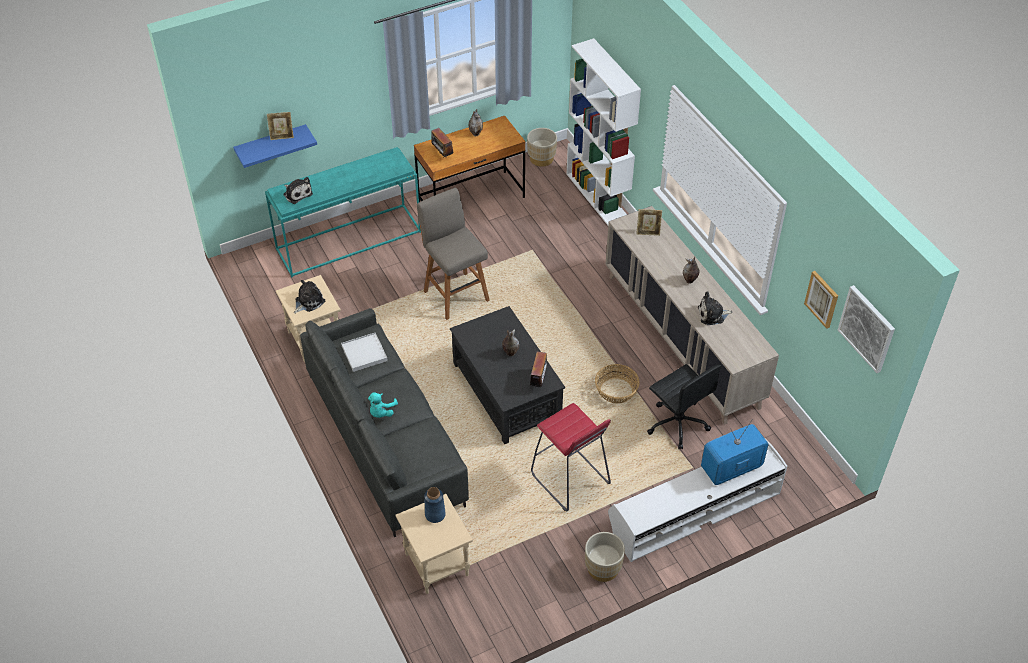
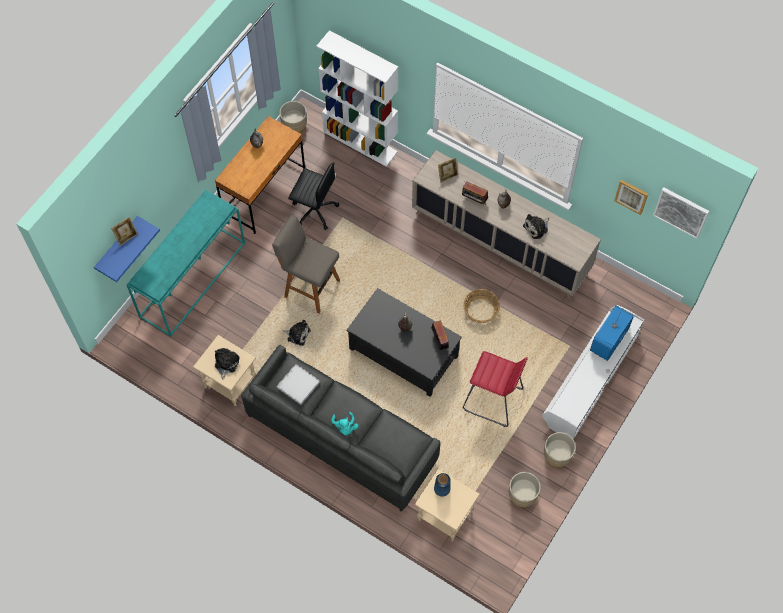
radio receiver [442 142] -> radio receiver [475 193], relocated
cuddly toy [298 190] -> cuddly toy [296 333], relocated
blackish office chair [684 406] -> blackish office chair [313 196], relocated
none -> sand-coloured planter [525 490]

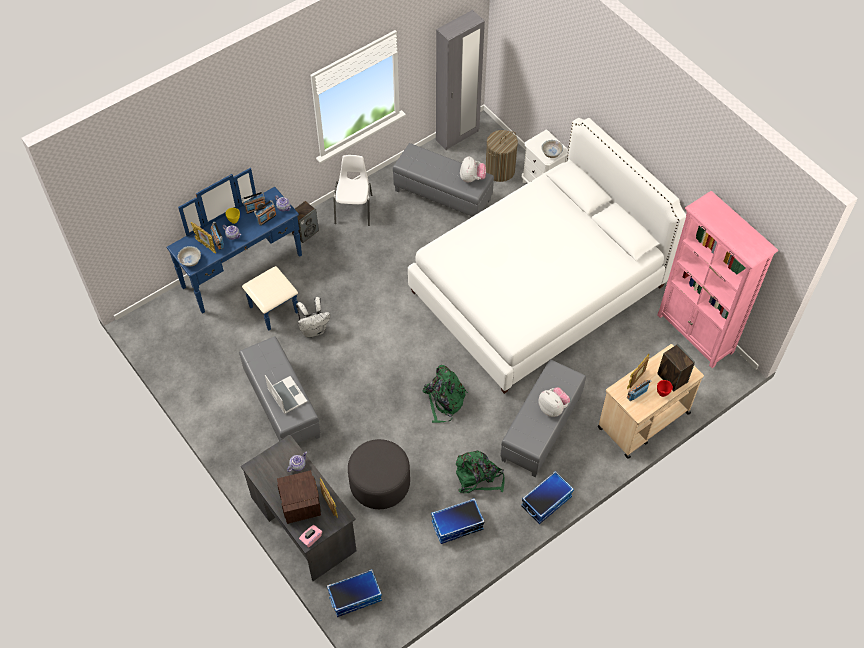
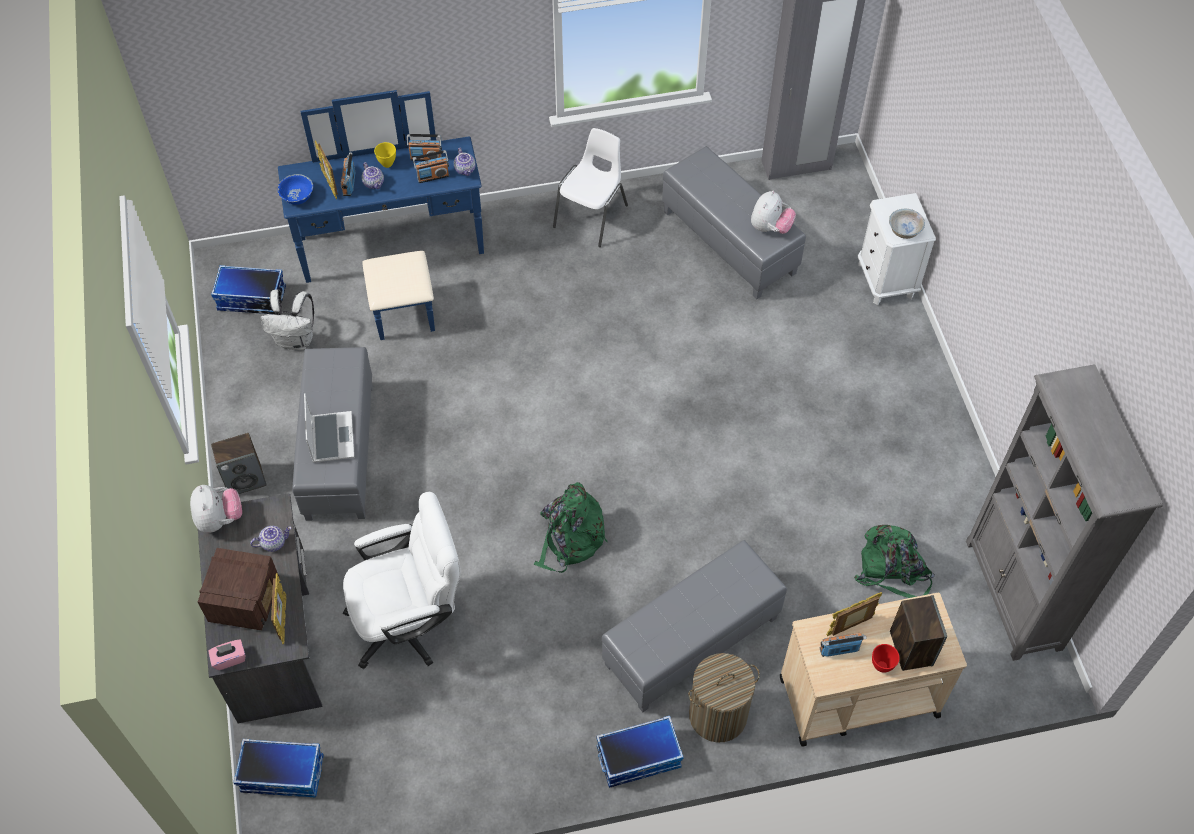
white-coloured bedroom bed [547 256] -> none
hamper [502 156] -> hamper [724 697], relocated
pink-coloured shelving unit [717 279] -> greyish shelving unit [1064 512]
audio speaker [305 222] -> audio speaker [239 463], relocated
white-coloured bowl [189 256] -> bluish bowl [295 189]
white-coloured knapsack [313 317] -> white-coloured knapsack [287 319], relocated
cuddly toy [554 402] -> cuddly toy [216 509], relocated
greyish pouffe [379 474] -> white-coloured office chair [402 580]
green-coloured knapsack [480 471] -> green-coloured knapsack [894 561], relocated
storage bin [458 521] -> storage bin [248 289], relocated

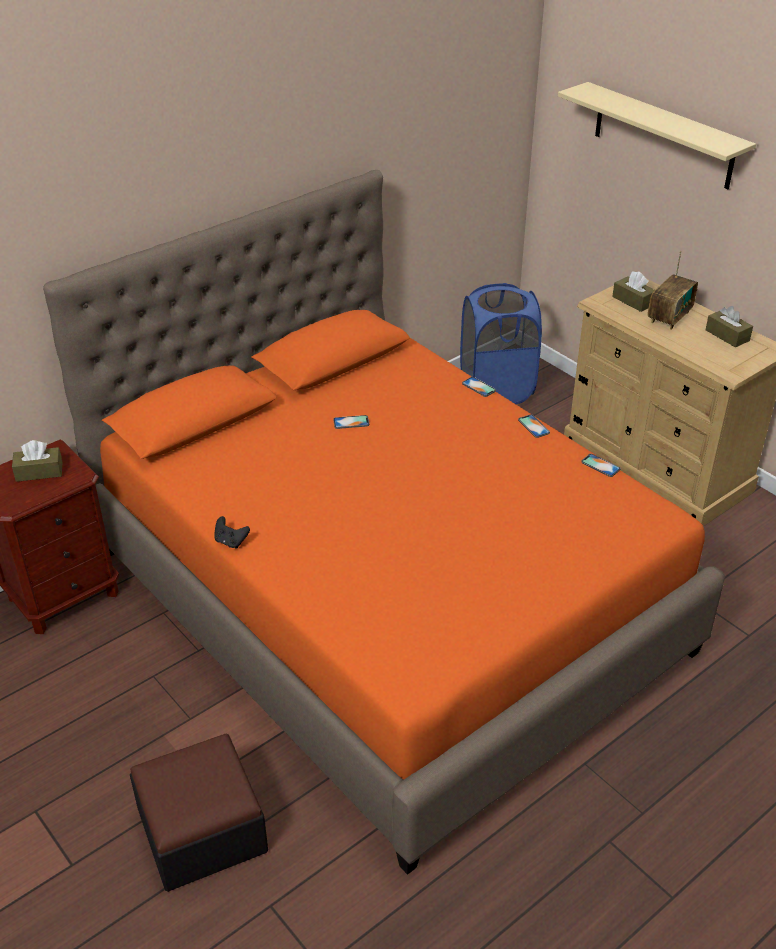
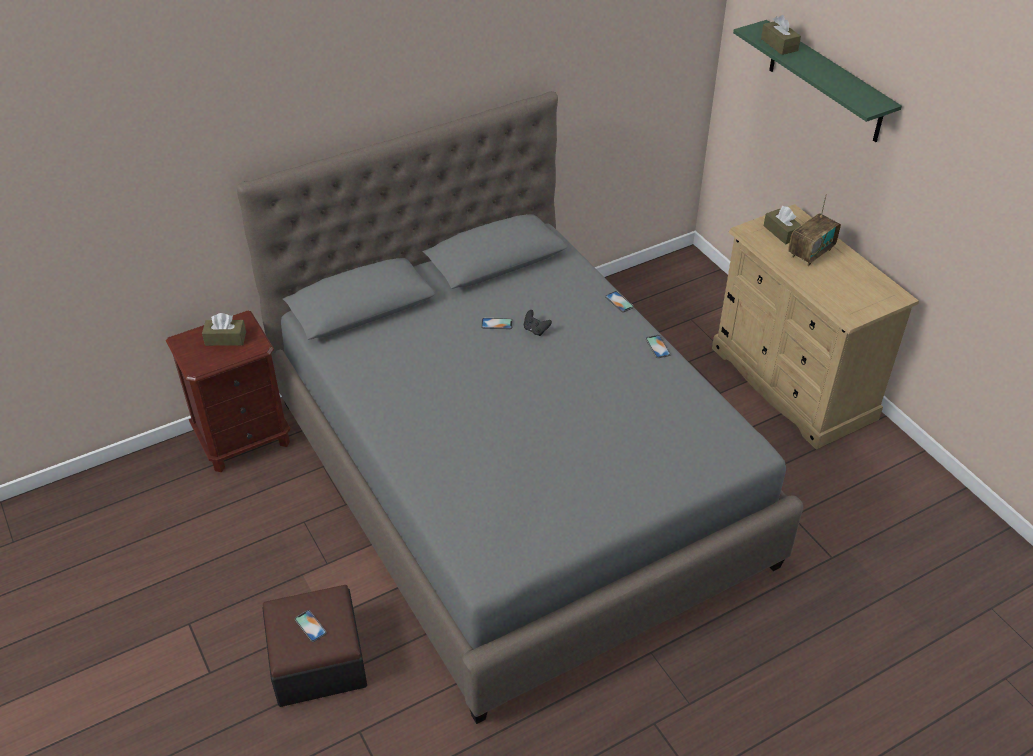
sand-coloured wall shelf [657 135] -> green-coloured wall shelf [817 81]
orange-coloured bedroom bed [384 522] -> greyish bedroom bed [519 407]
bluish hamper [501 343] -> none
brownish tissue holder [729 326] -> brownish tissue holder [781 35], relocated
telephone [601 465] -> telephone [311 626], relocated
blackish game controller [232 532] -> blackish game controller [538 323], relocated

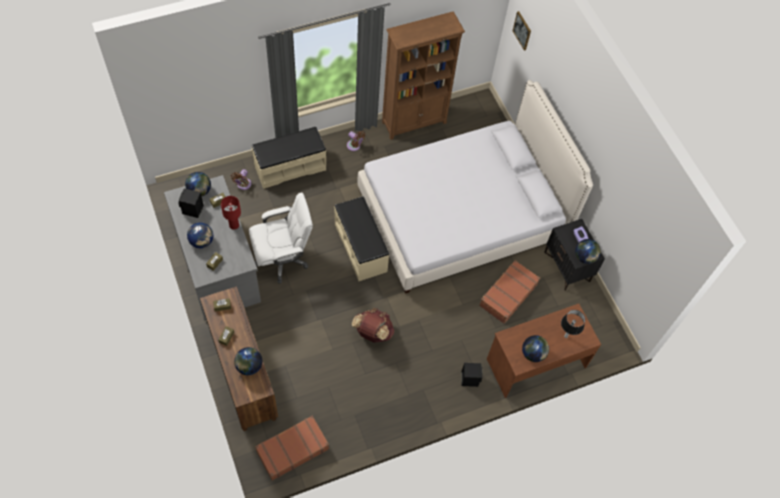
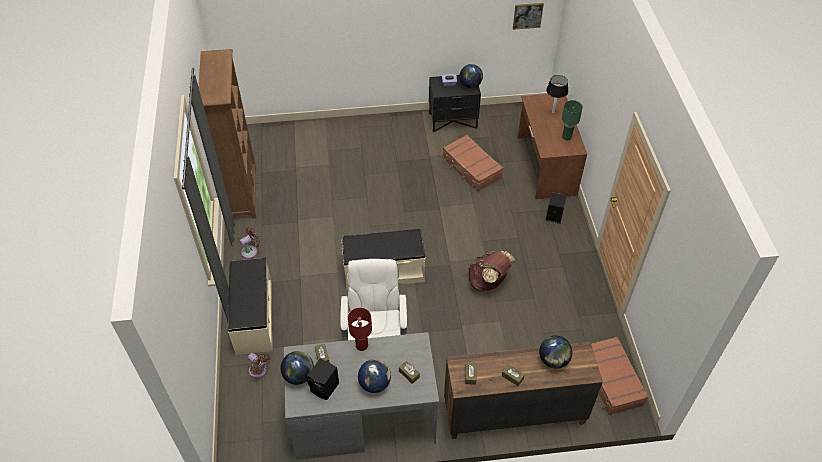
picture [522 30] -> picture [528 16], relocated
white-coloured bedroom bed [475 187] -> none
desk globe [535 348] -> green-coloured lamp for a table [572 120]

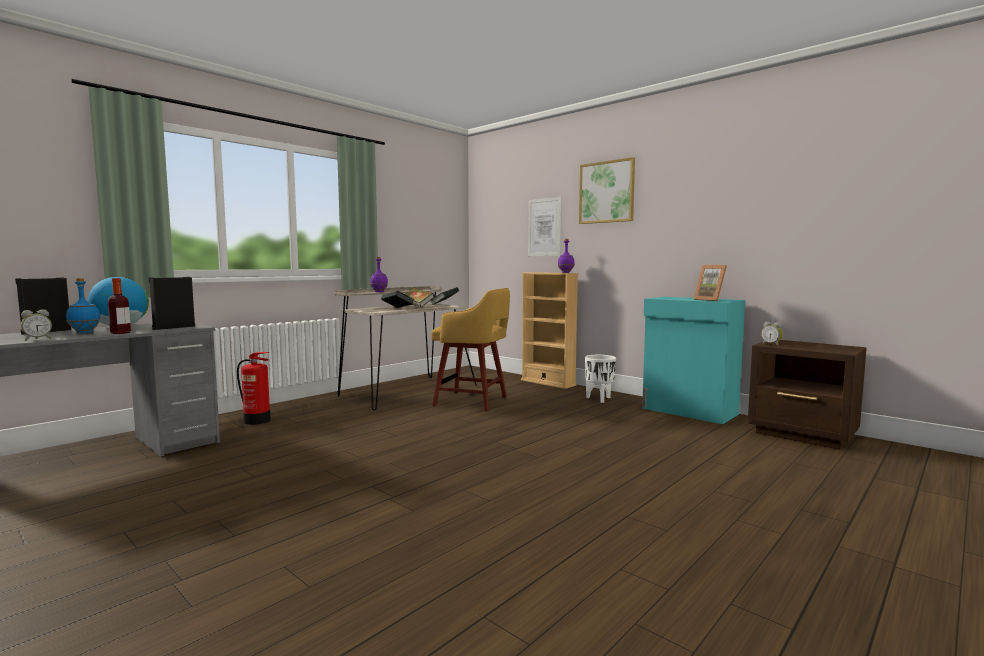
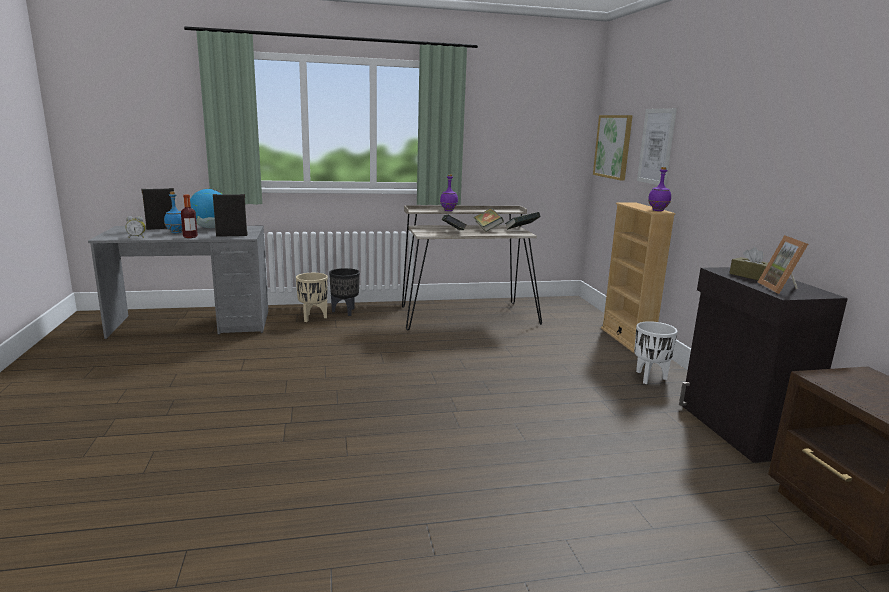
picture [607 190] -> picture [613 148], relocated
yellowish stool seat [470 349] -> none
turquoise-coloured storage cabinet [693 360] -> blackish storage cabinet [763 365]
table clock [772 334] -> none
extinguisher [254 388] -> sand-coloured planter [312 297]
none -> brownish tissue holder [748 263]
none -> blackish planter [344 292]

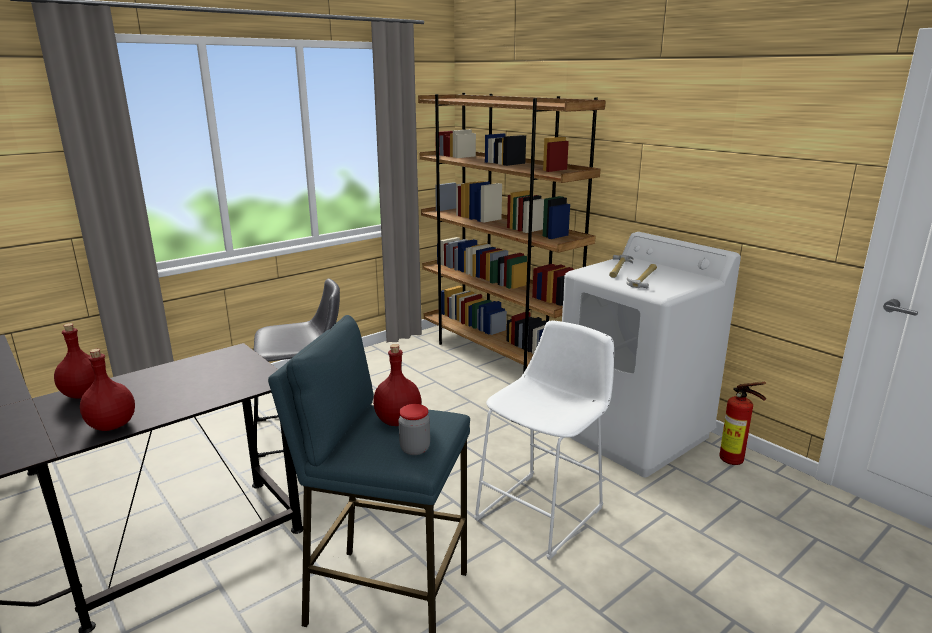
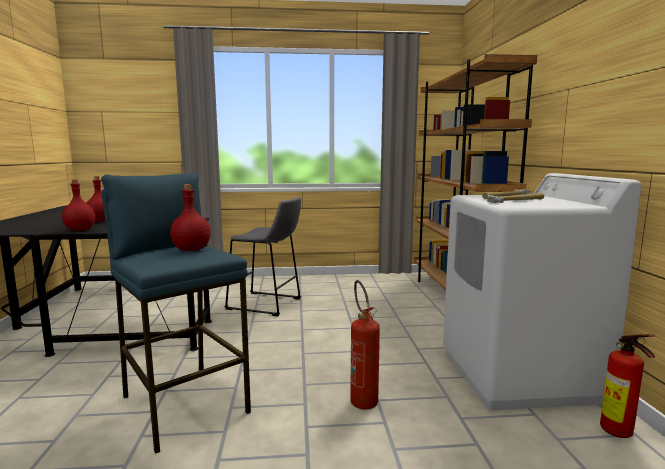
white-coloured stool seat [544 440] -> extinguisher [365 345]
preserve jar [414 429] -> none

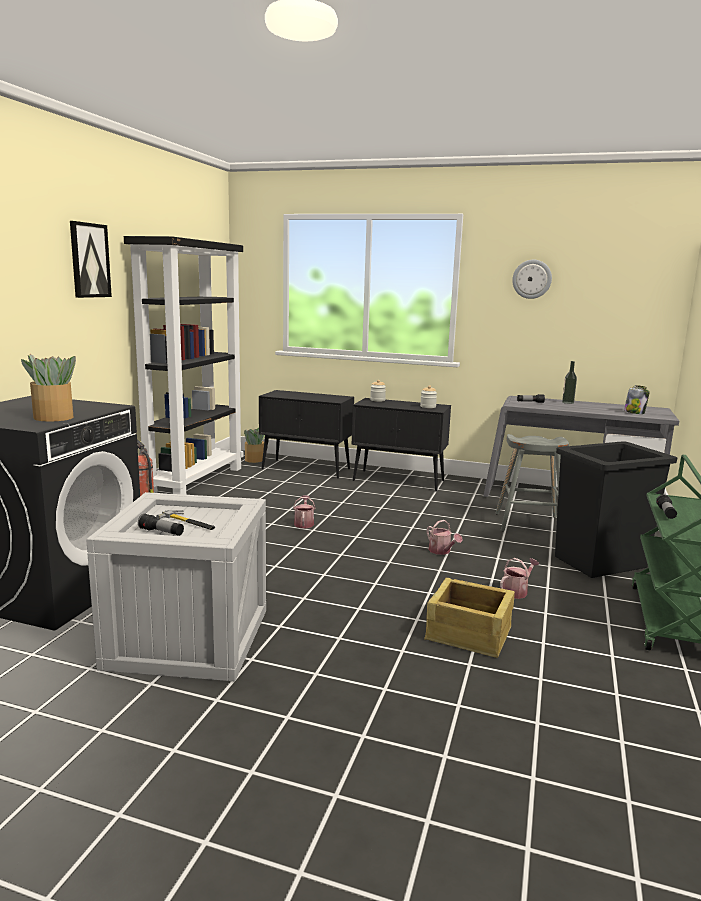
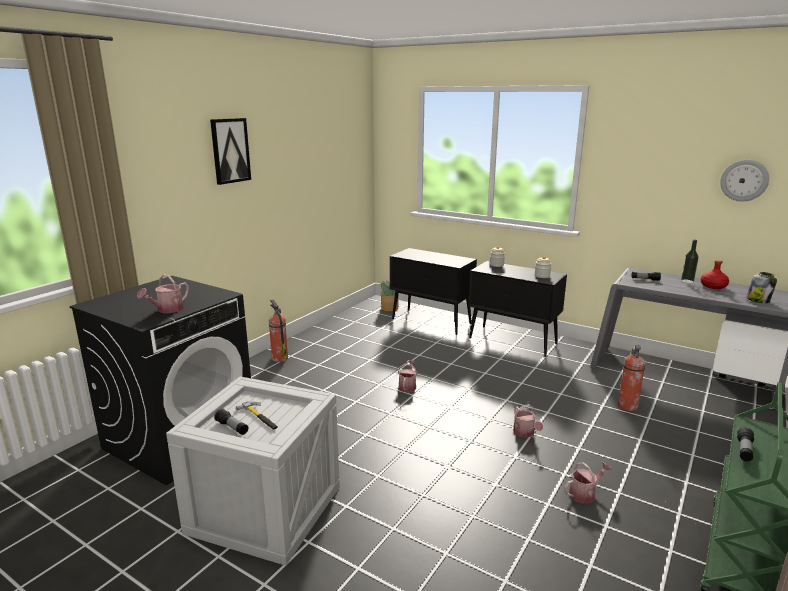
blackish shelving unit [184 365] -> none
hanging clock [532 279] -> hanging clock [744 181], relocated
houseplant [48 387] -> watering can [163 293]
greyish stool seat [532 482] -> extinguisher [632 377]
blackish waste bin [616 509] -> none
shipping crate [469 618] -> none
none -> red drink bottle [714 274]

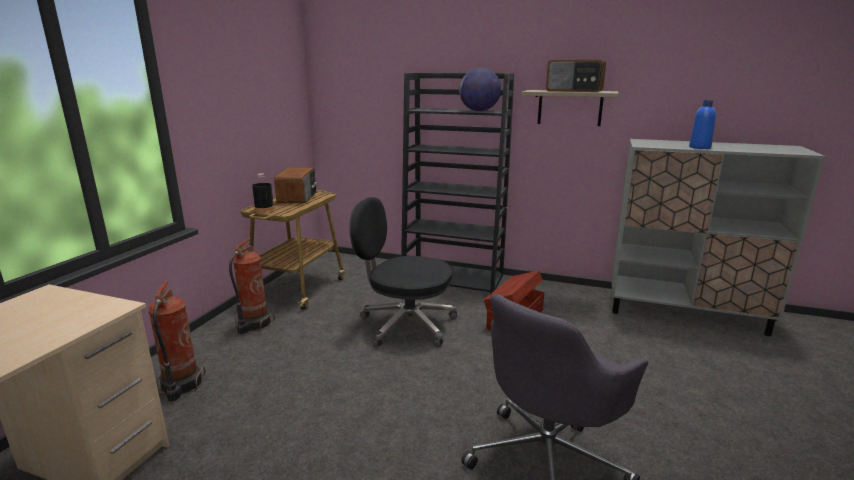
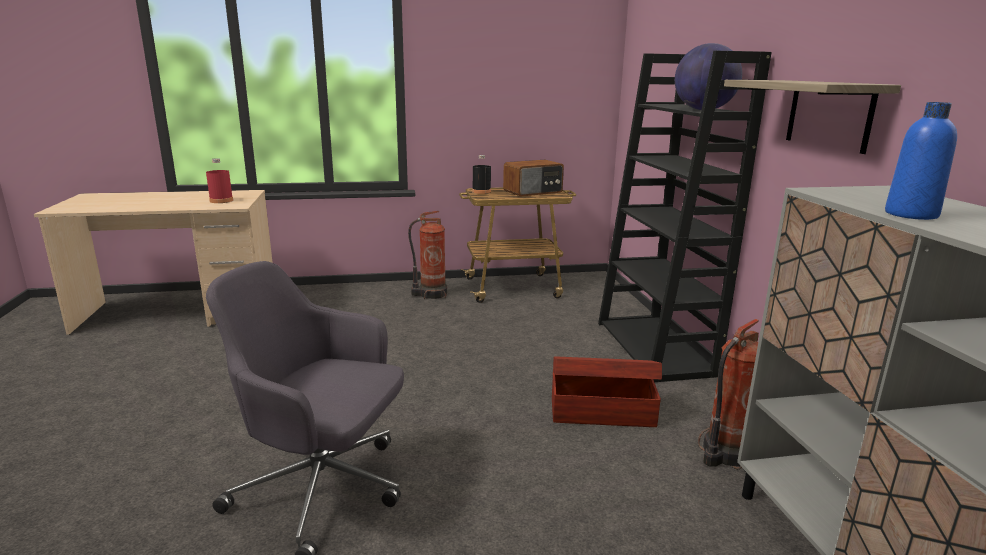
radio receiver [576 76] -> none
blackish office chair [403 272] -> none
extinguisher [177 340] -> extinguisher [728 394], relocated
none -> red drink bottle [219 180]

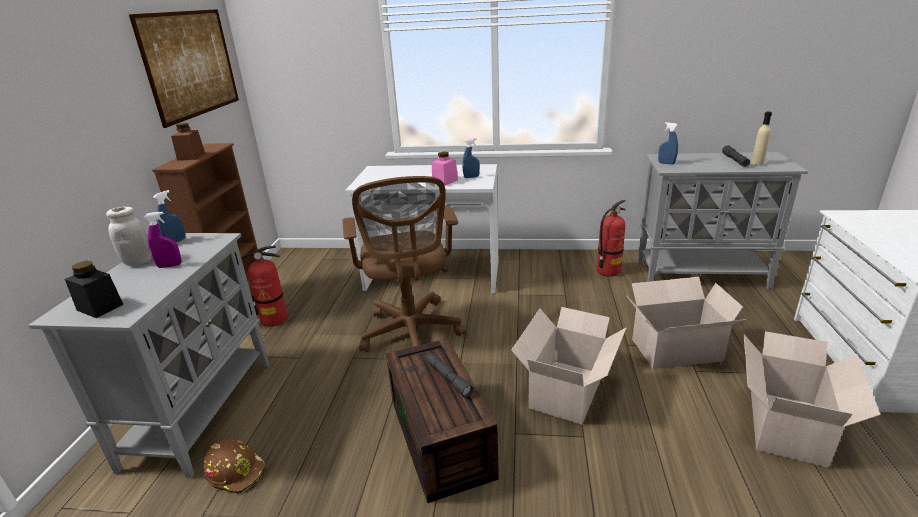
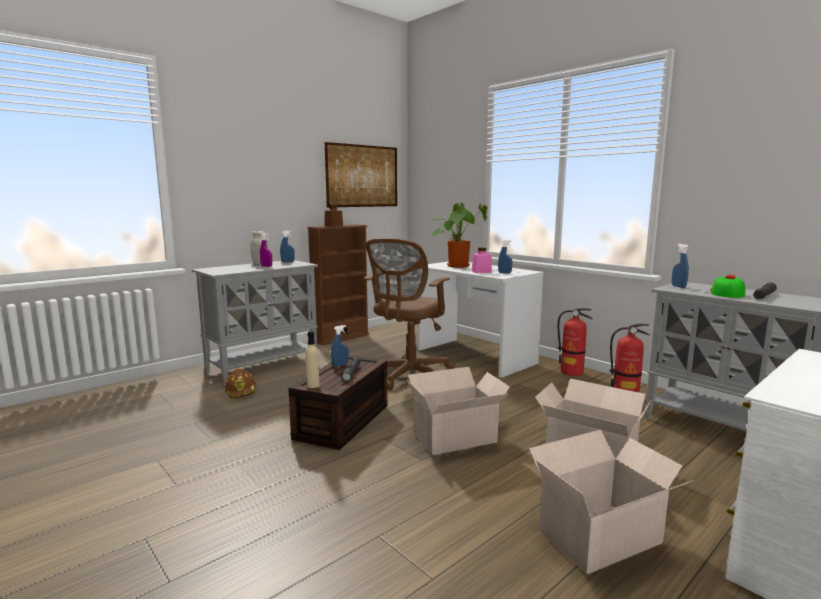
sand-coloured drink bottle [761 139] -> sand-coloured drink bottle [312 359], relocated
extinguisher [264 286] -> extinguisher [575 342], relocated
blackish preserve jar [94 289] -> none
none -> houseplant [458 235]
none -> peaked cap [727 286]
none -> bluish spray bottle [340 346]

